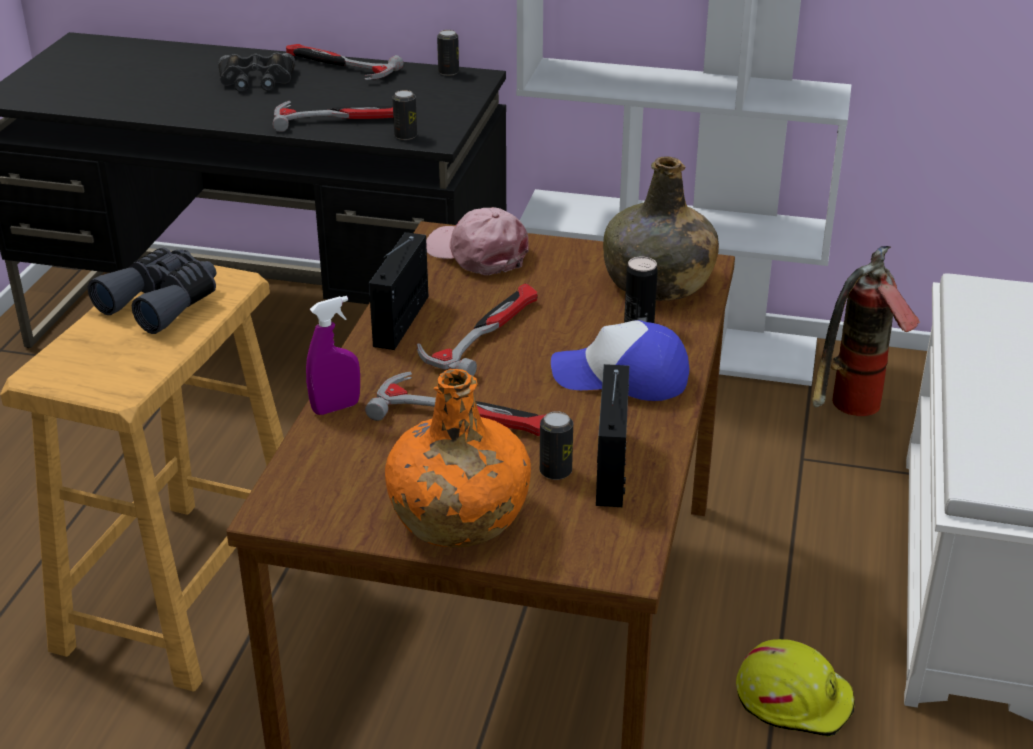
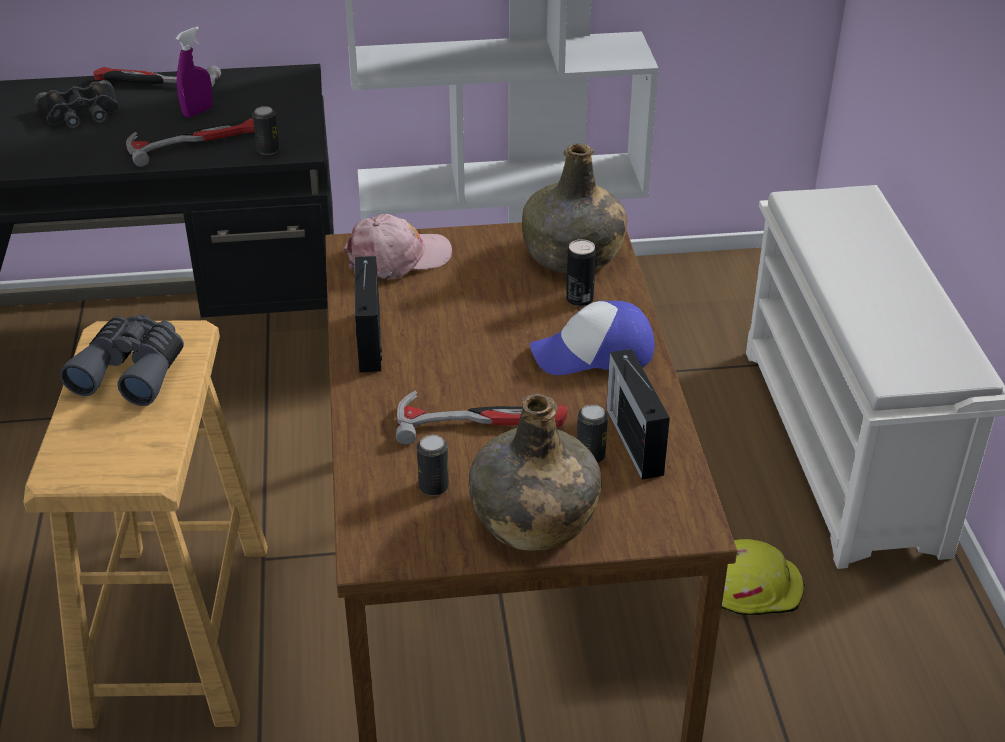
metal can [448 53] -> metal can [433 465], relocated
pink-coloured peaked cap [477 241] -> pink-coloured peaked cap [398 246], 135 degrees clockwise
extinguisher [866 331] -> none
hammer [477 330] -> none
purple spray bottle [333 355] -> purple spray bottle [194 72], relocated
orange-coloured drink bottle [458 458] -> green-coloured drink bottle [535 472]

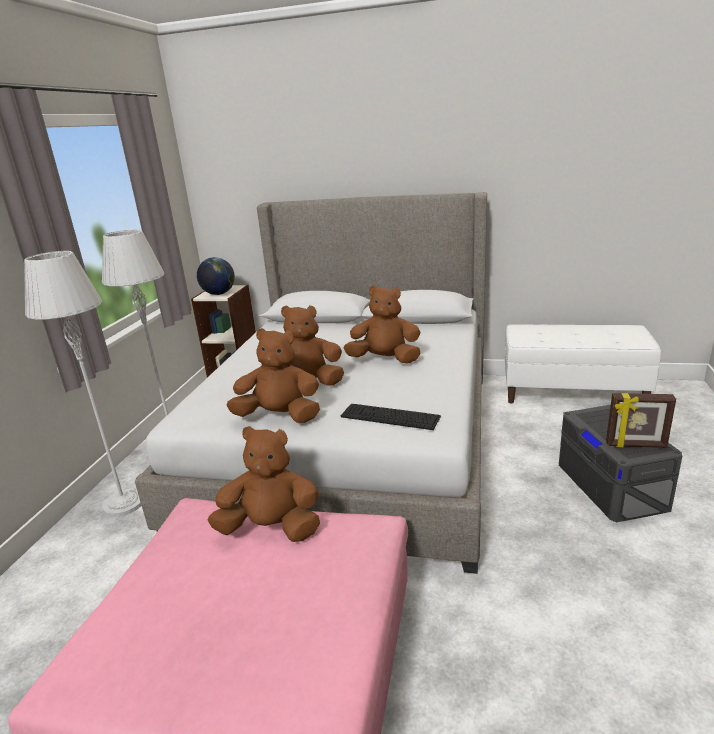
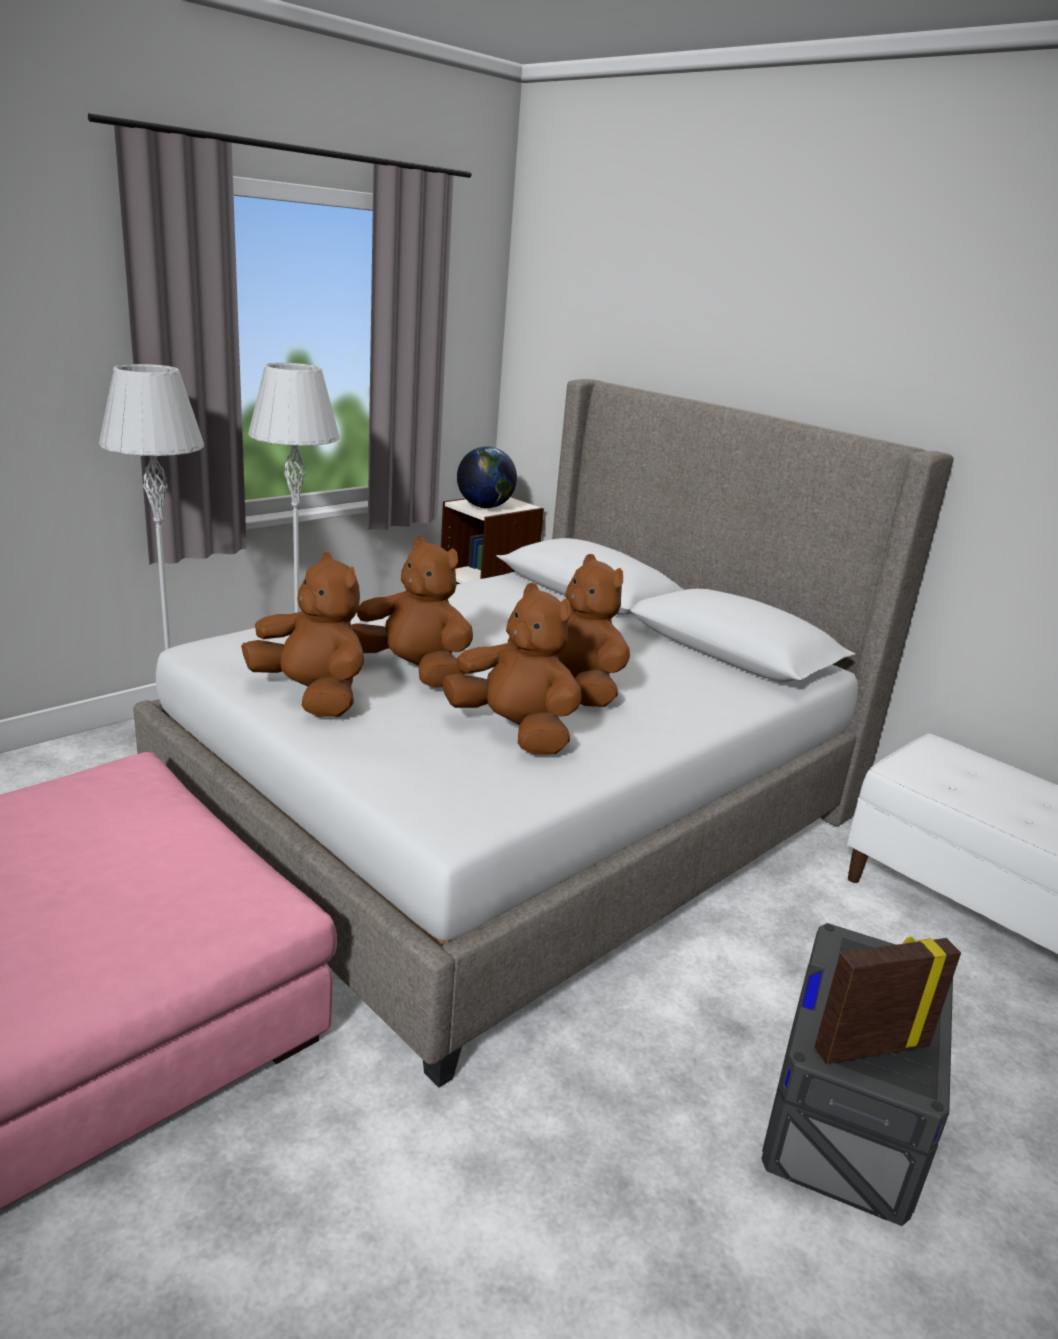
picture frame [641 420] -> picture frame [887 1000], 120 degrees clockwise
keyboard [391 417] -> none
brownish cuddly toy [263 484] -> brownish cuddly toy [512 668], relocated

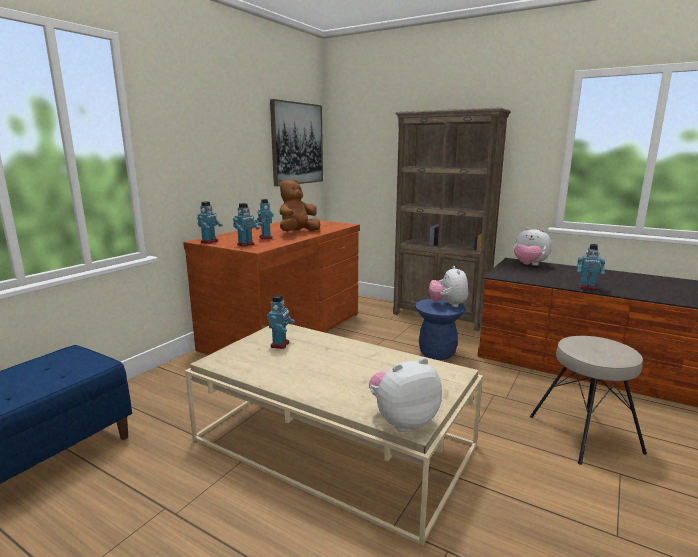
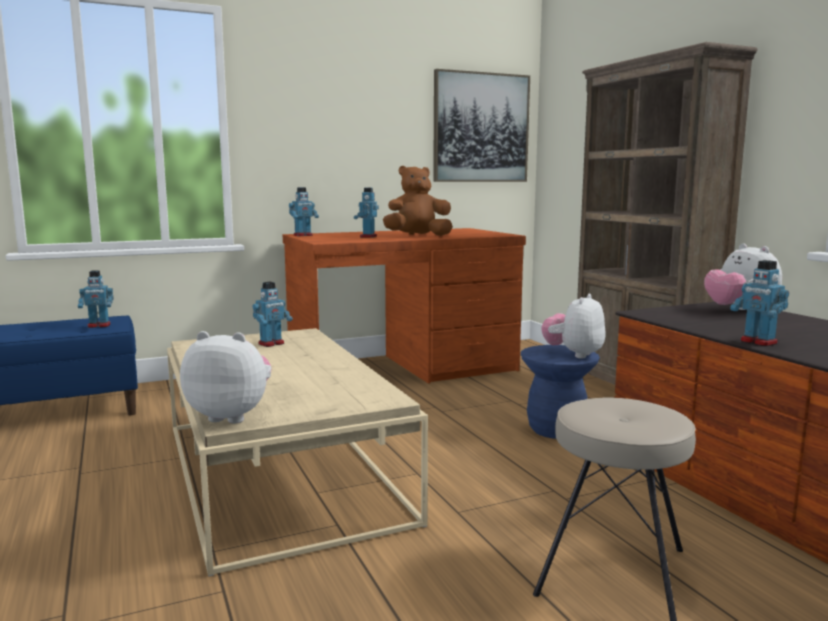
toy robot [246 225] -> toy robot [96 299], relocated

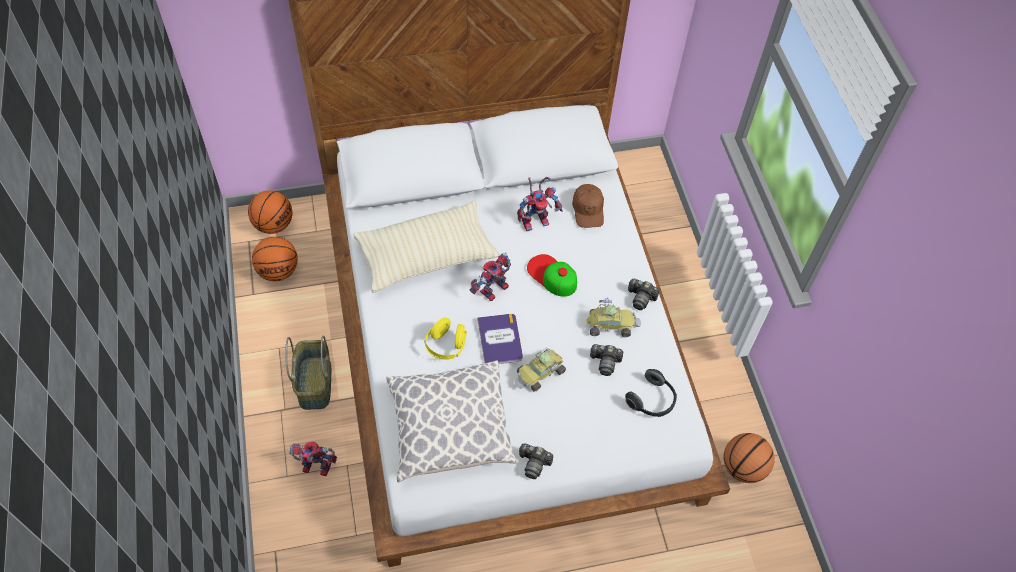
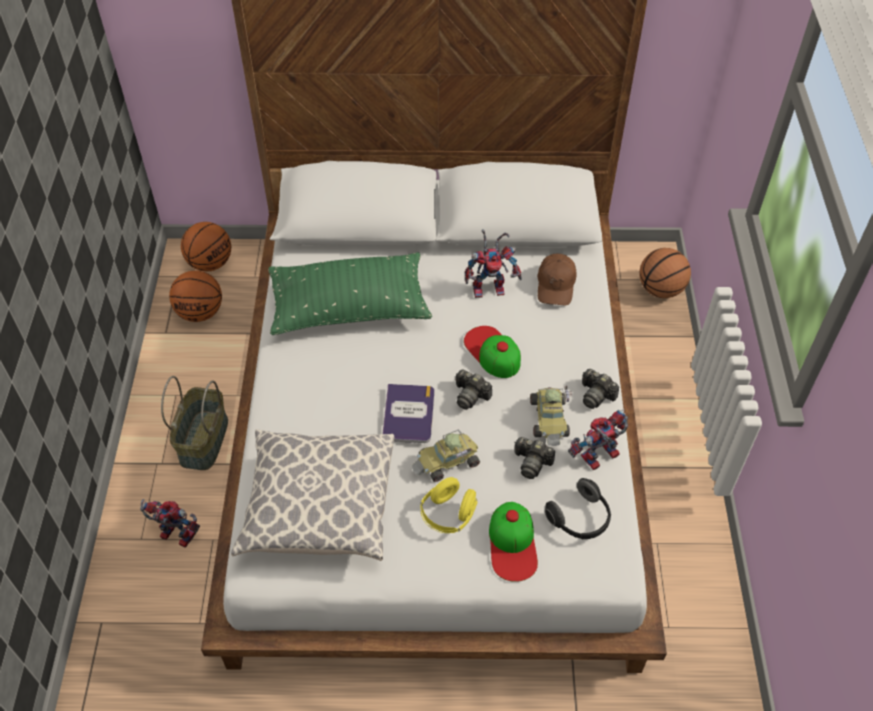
sand-coloured throw pillow [427 247] -> green-coloured throw pillow [350 293]
toy robot [490 276] -> toy robot [598 439], relocated
miniature car [614 317] -> miniature car [551 416], 75 degrees clockwise
yellowish headset [445 338] -> yellowish headset [448 505], relocated
basketball [749 458] -> basketball [665 273], relocated
photo camera [536 461] -> photo camera [473 390], relocated
none -> peaked cap [513 542]

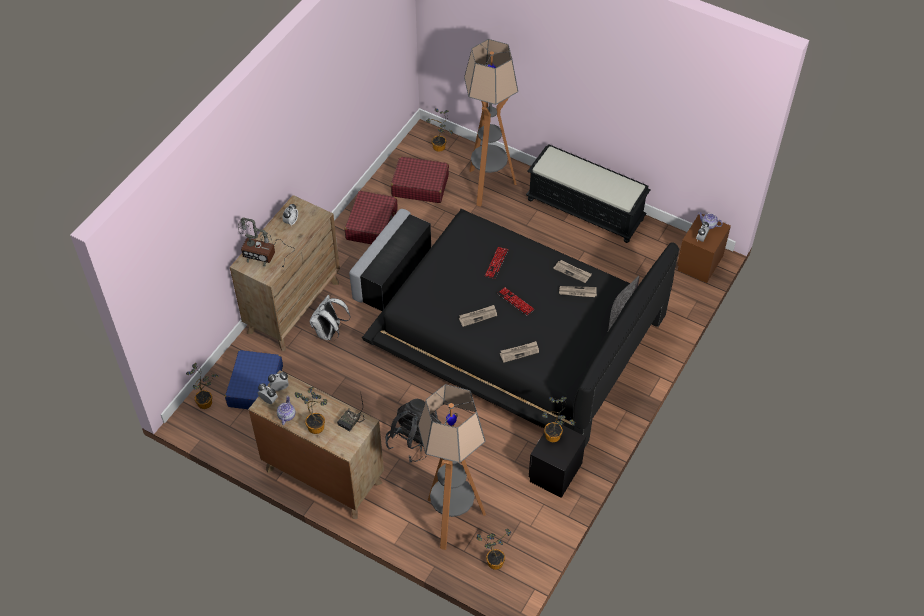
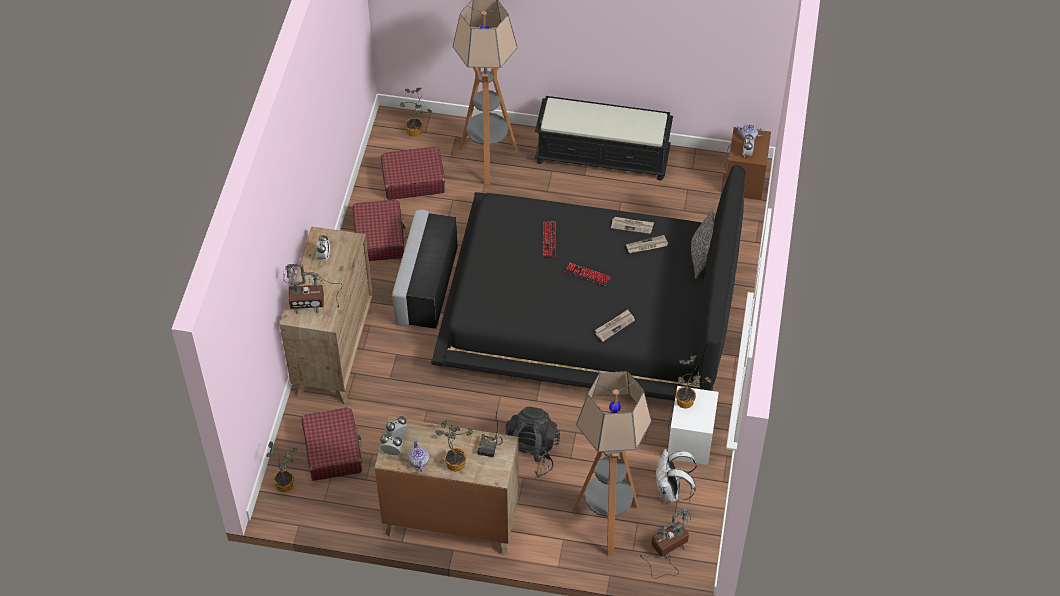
white-coloured knapsack [330 317] -> white-coloured knapsack [676 475], relocated
printed paper [478 316] -> none
bluish piece of luggage [254 379] -> red piece of luggage [332 444]
blackish bedside table [557 459] -> white-coloured bedside table [693 425]
houseplant [493 549] -> lamp for a table [665 543]

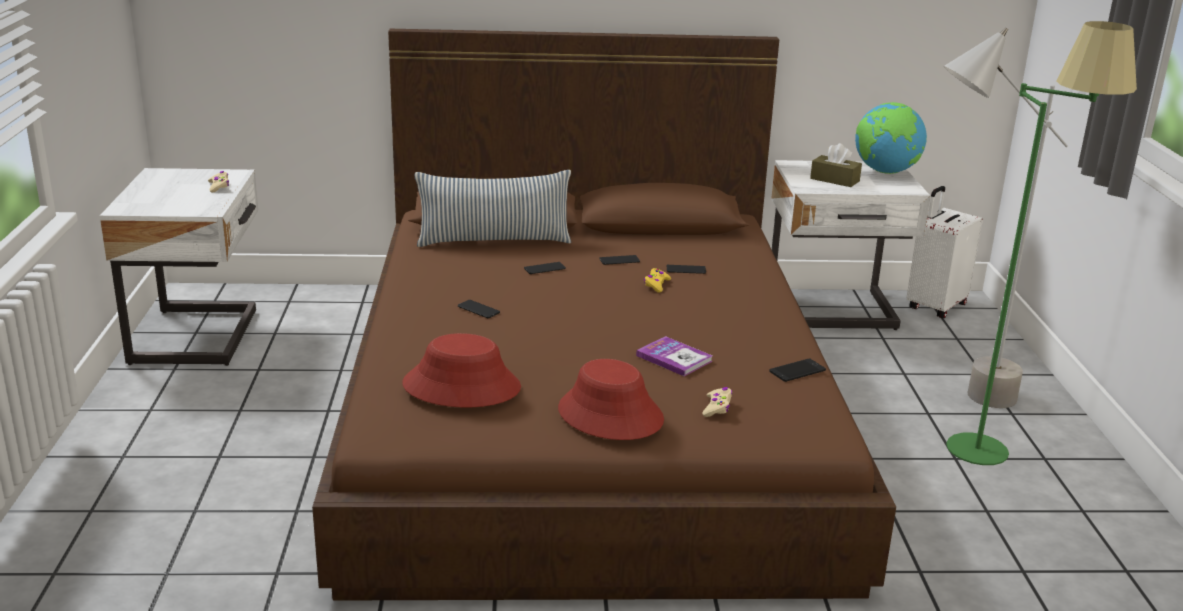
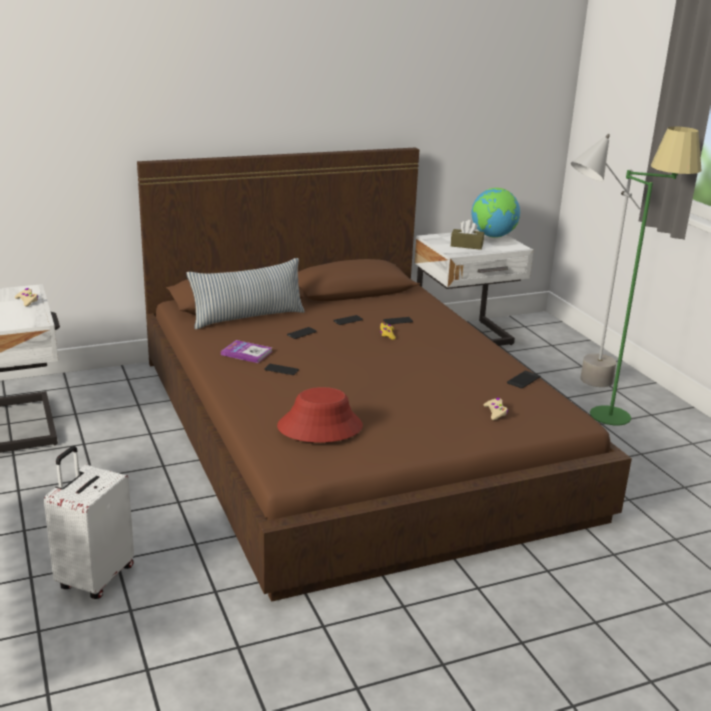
white-coloured piece of luggage [945 252] -> white-coloured piece of luggage [89 522], relocated
book [674 356] -> book [246 351], relocated
red hat [611 399] -> none

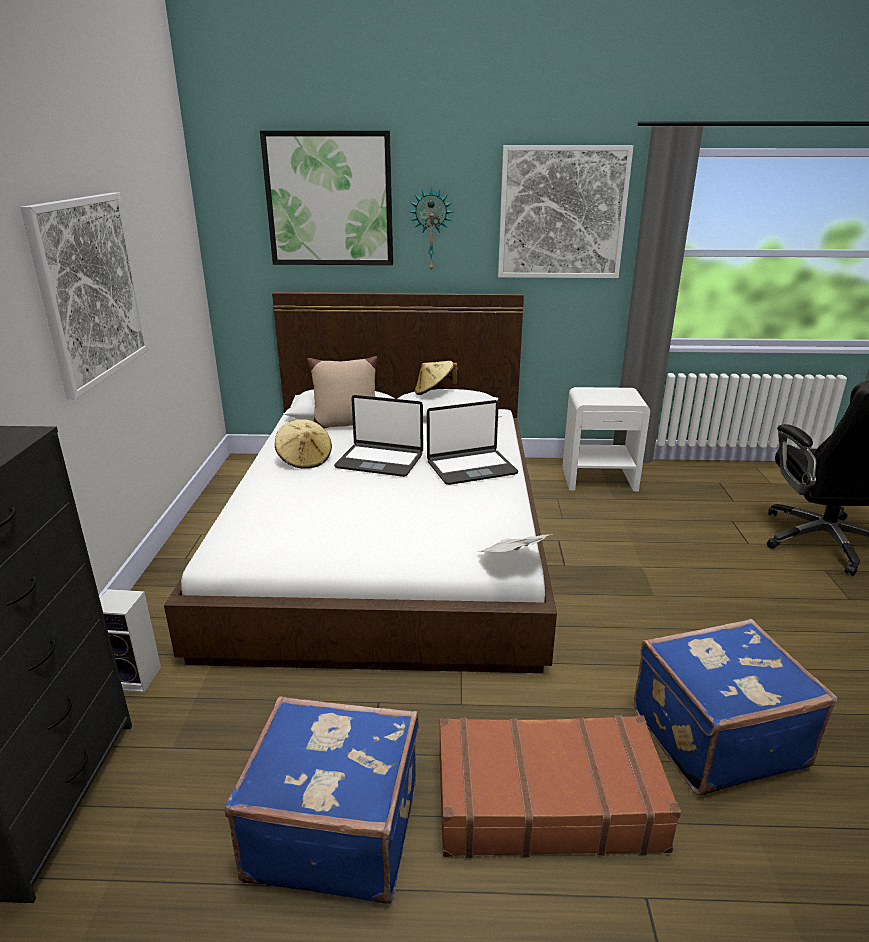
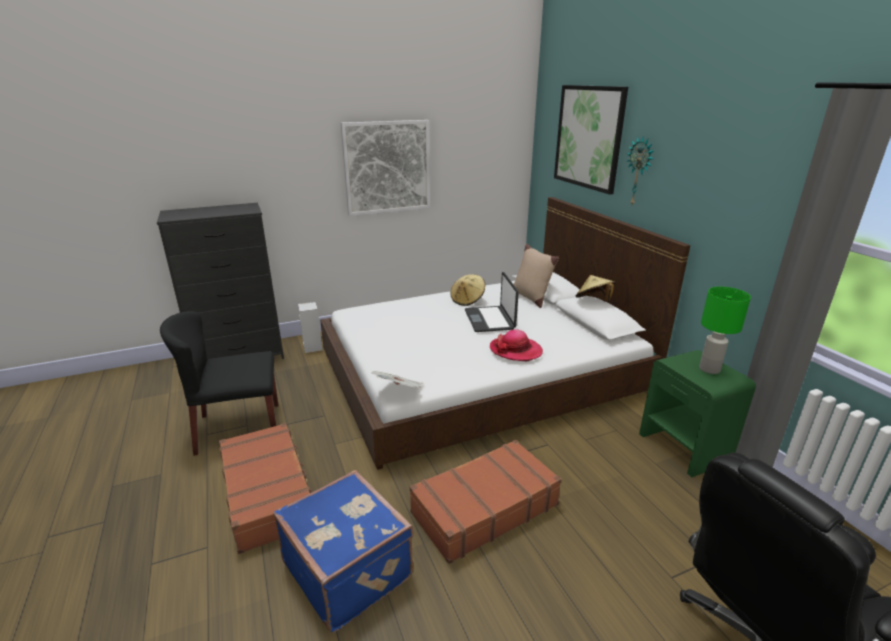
picture [566 211] -> none
white-coloured bedside table [606 439] -> green-coloured bedside table [697 413]
portable computer [472 442] -> hat [516 345]
bluish piece of luggage [322 800] -> blackish chair [219 383]
none -> green-coloured lamp for a table [725 330]
none -> brownish piece of luggage [486 502]

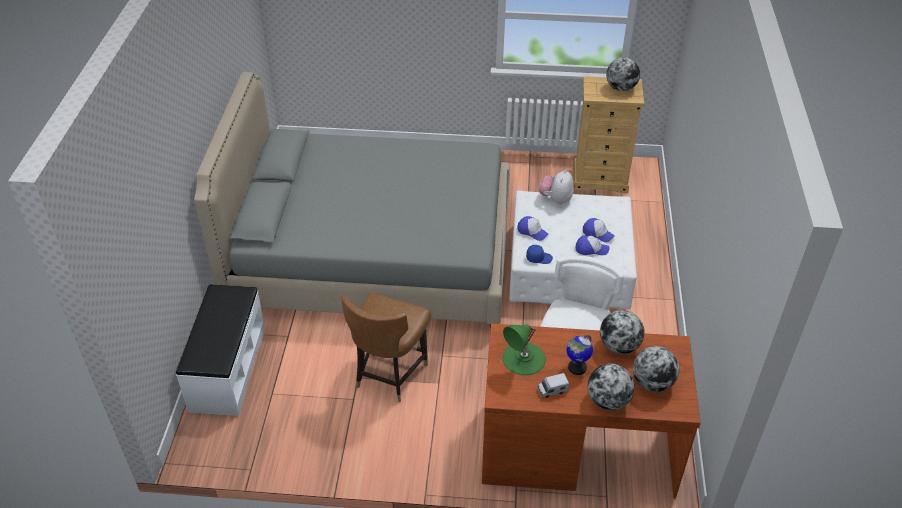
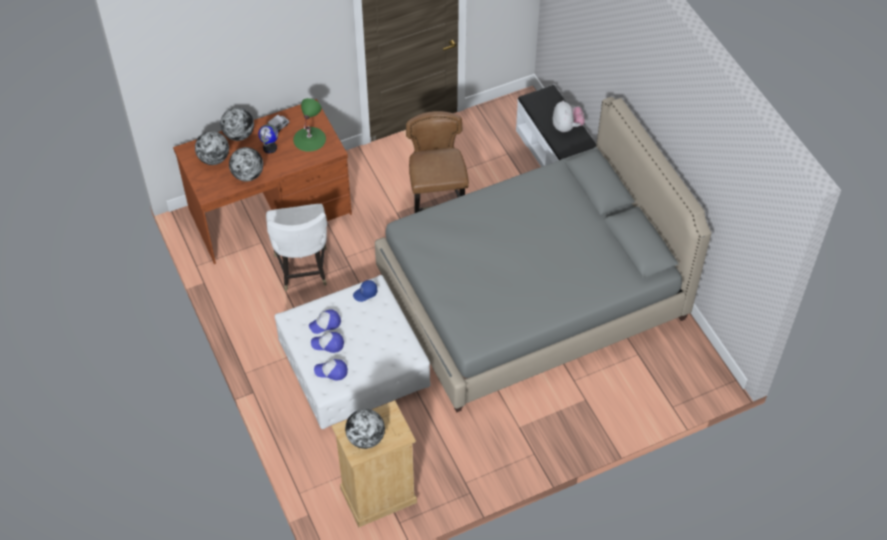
cuddly toy [556 187] -> cuddly toy [569 116], relocated
peaked cap [532 228] -> peaked cap [331 370], relocated

